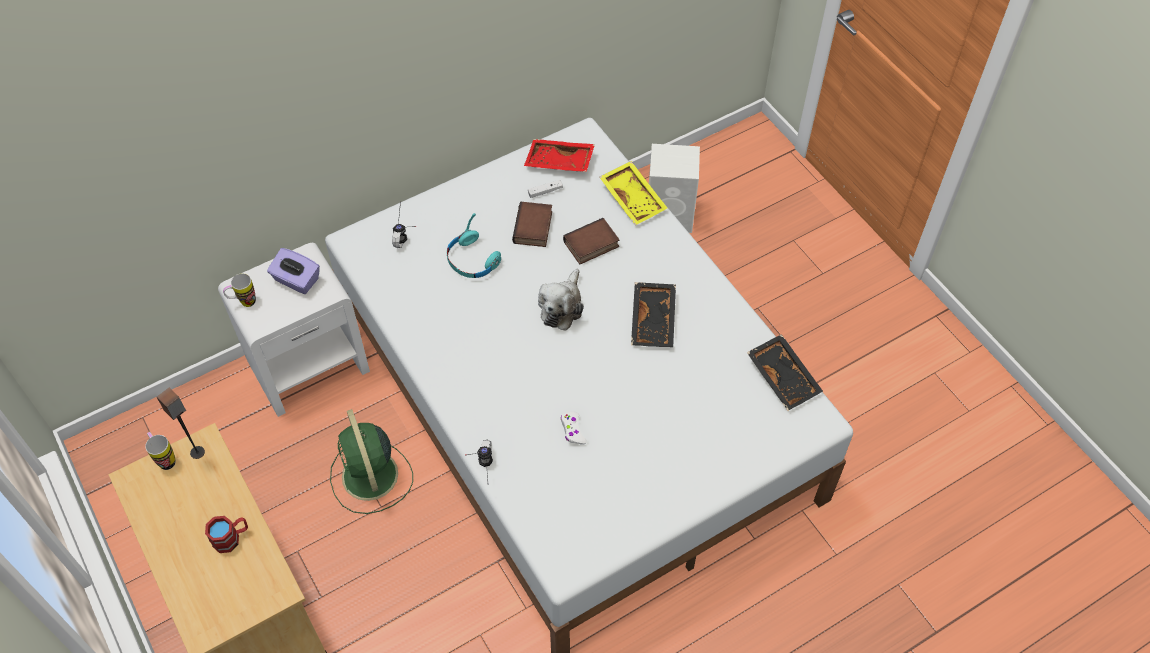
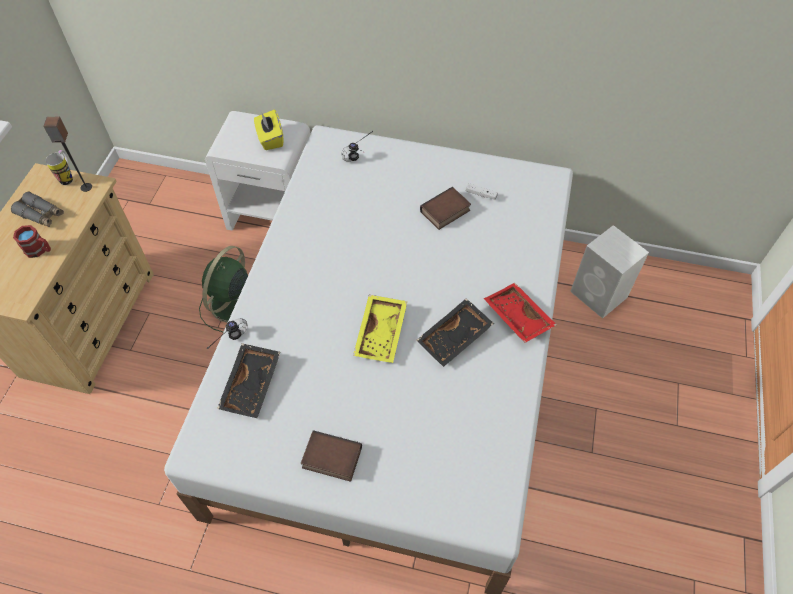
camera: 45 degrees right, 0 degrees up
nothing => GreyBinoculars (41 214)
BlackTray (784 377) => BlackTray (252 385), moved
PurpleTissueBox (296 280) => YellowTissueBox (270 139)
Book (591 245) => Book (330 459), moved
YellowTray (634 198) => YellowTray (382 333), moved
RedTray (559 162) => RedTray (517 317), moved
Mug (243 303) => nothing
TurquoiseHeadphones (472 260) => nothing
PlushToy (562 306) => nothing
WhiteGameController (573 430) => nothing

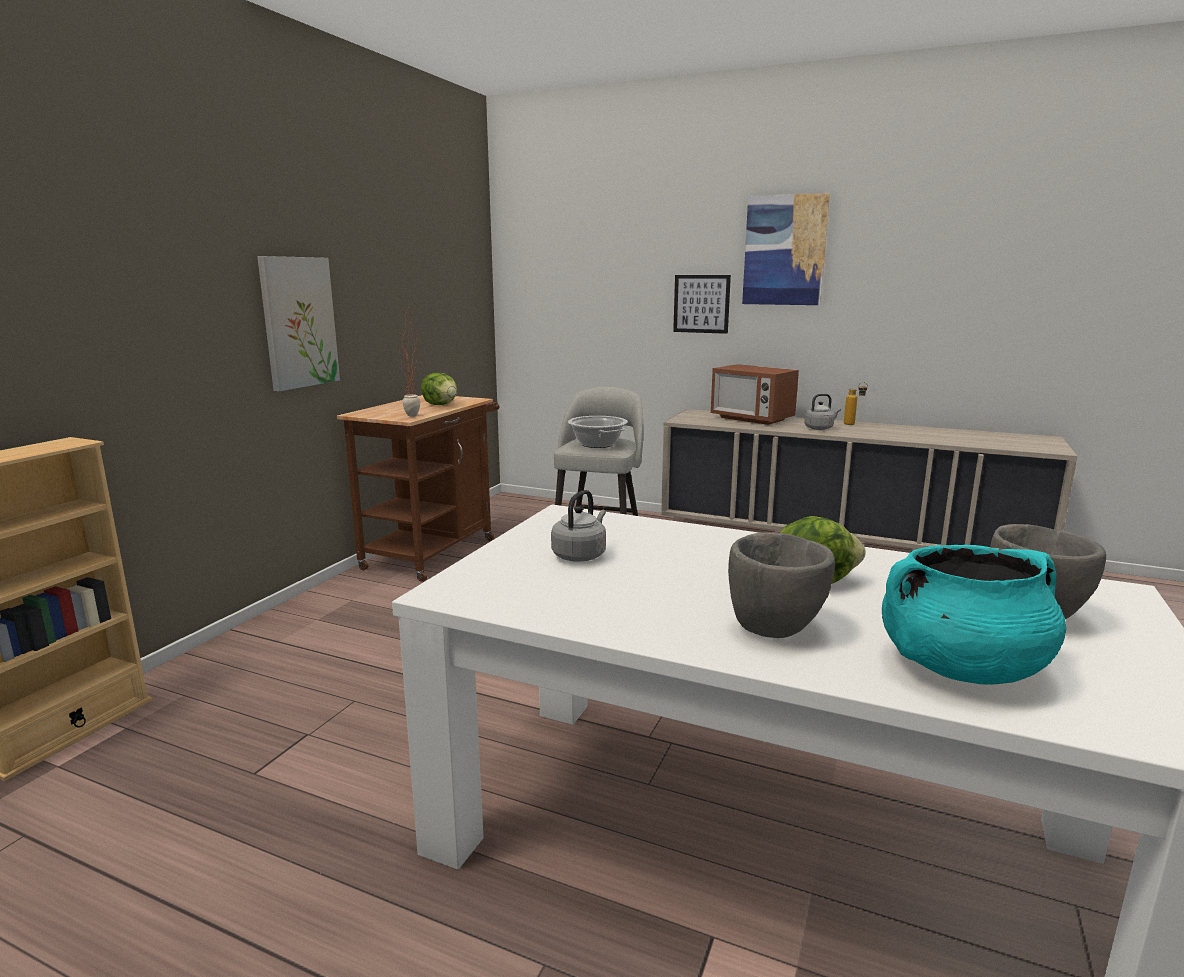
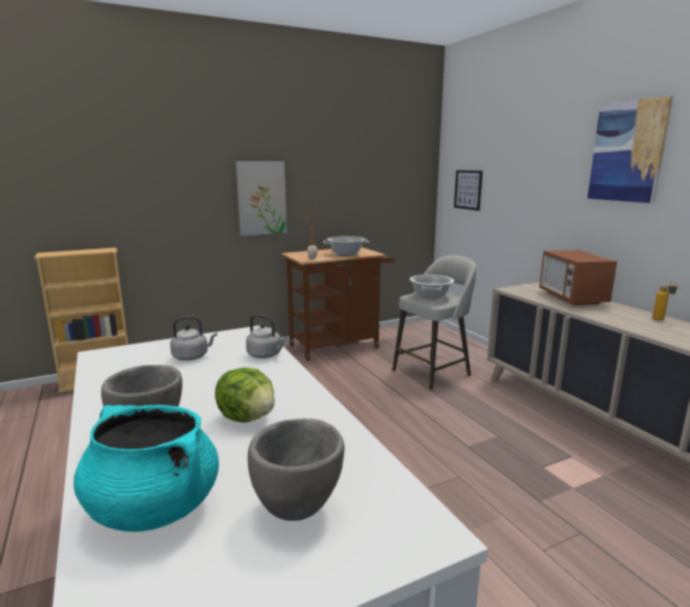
camera: 40 degrees right, 0 degrees up
GreyKettle (820 428) => GreyKettle (266 355), moved
Lettuce (441 404) => CookingPot (346 254)
Picture (701 304) => Picture (468 189), moved

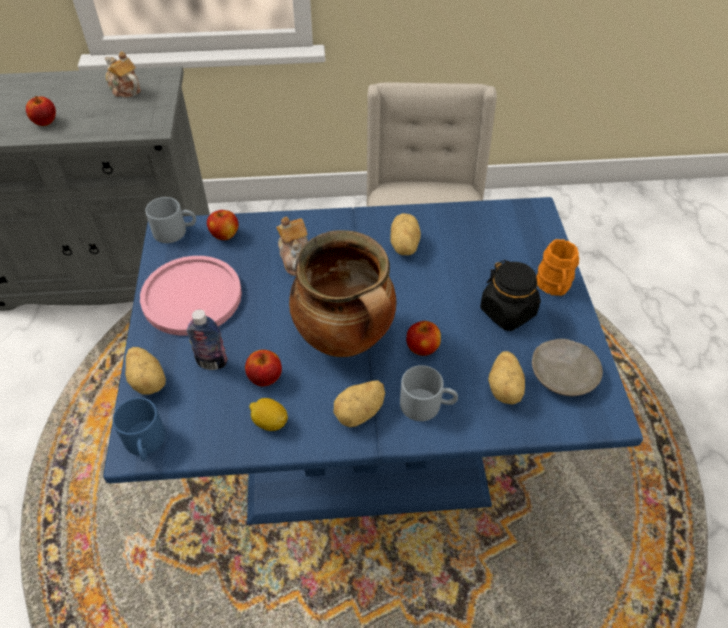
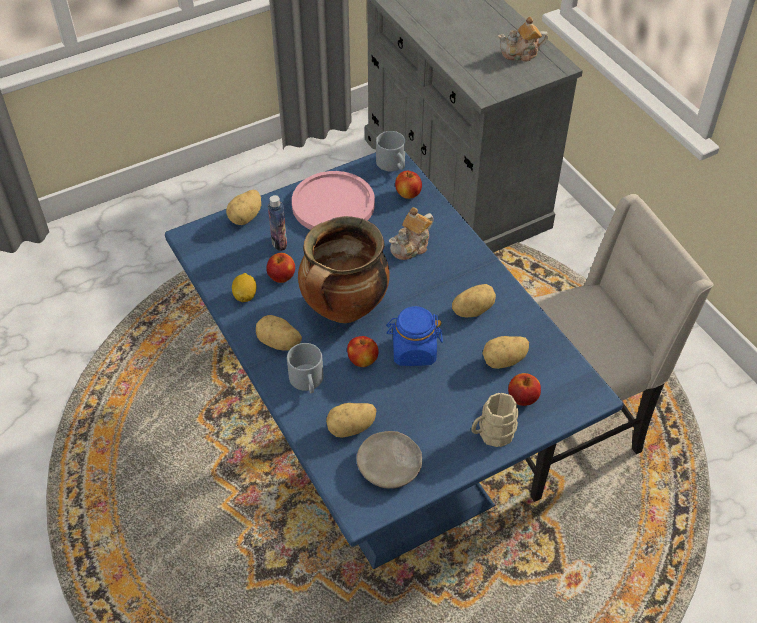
camera: 65 degrees right, 0 degrees up
nothing => BlueJar (413 351)
OrangeMug (553 286) => BeigeMug (492 434)
nothing => Potato (504 361)
Teapot (124 89) => Teapot (521 54), 120 degrees counterclockwise
Apple (45 122) => Apple (522 398), moved
BlueMug (146 443) => nothing
BlackJar (508 312) => nothing

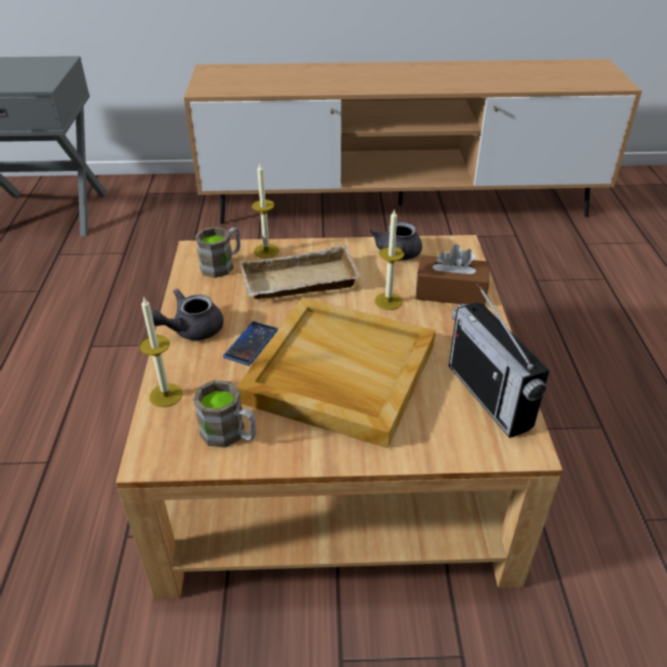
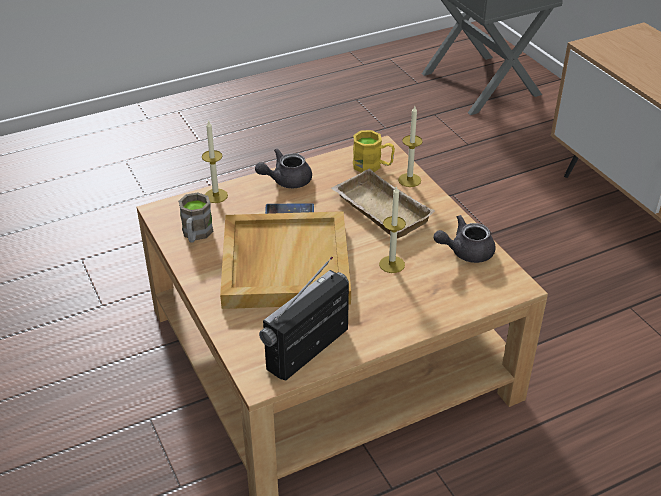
camera: 65 degrees right, 0 degrees up
GreyTeapot (190 329) => GreyTeapot (286 181), 60 degrees counterclockwise
BrownMug (222 264) => YellowMug (372 166)
BrownTissueBox (450 292) => nothing

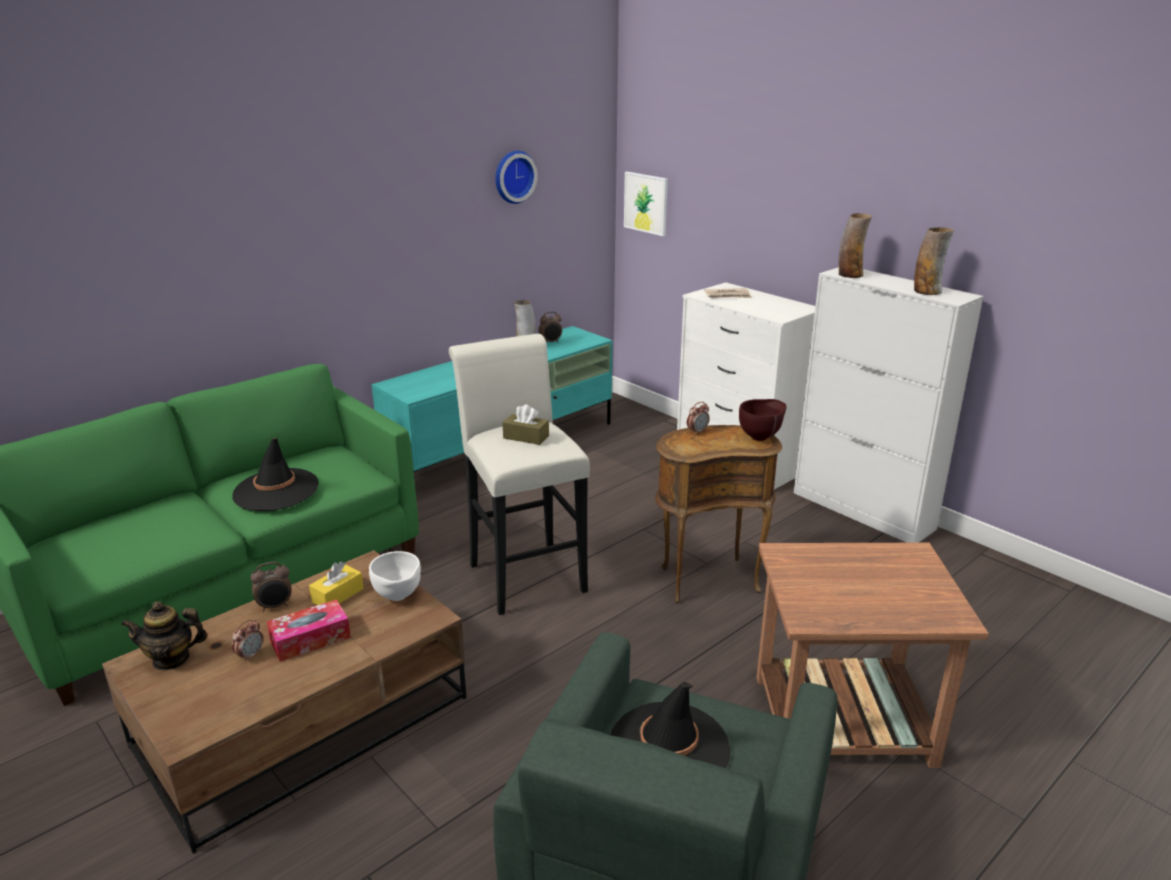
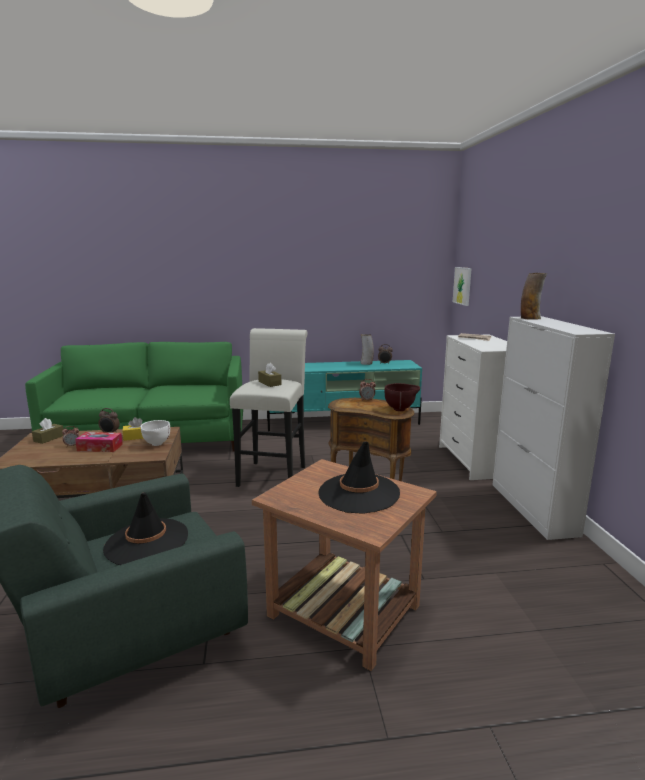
camera: 35 degrees right, 10 degrees down
Teapot (171 659) => BrownTissueBox (49 438)
BlackHat (276 490) => BlackHat (358 493), moved
WallClock (513 176) => nothing
Vase (927 291) => nothing

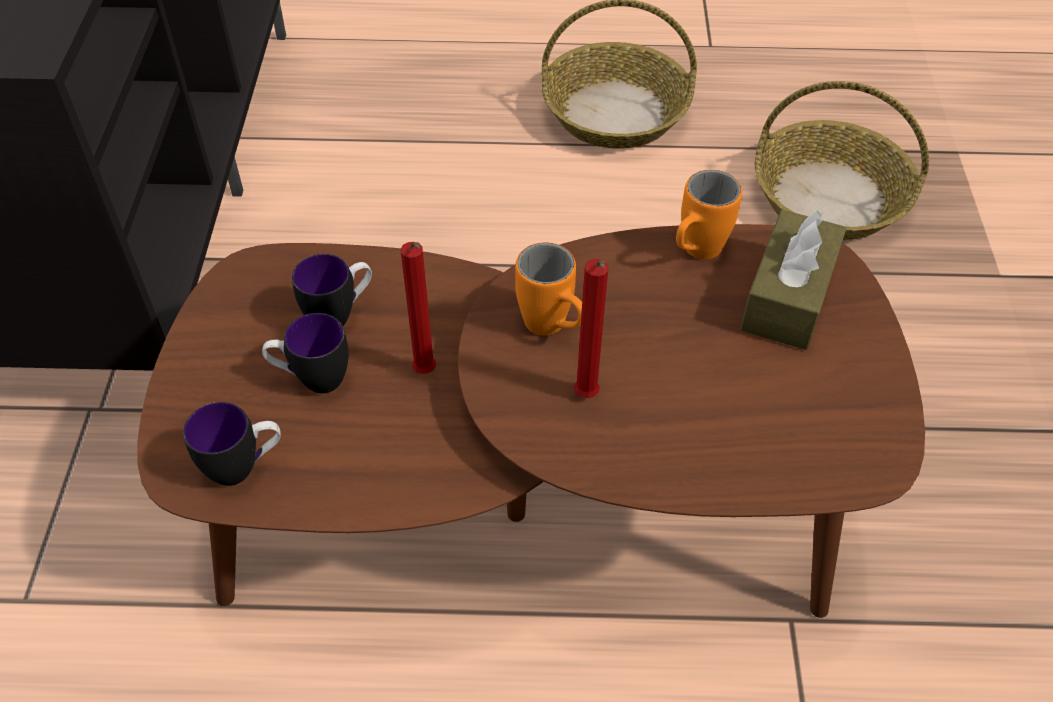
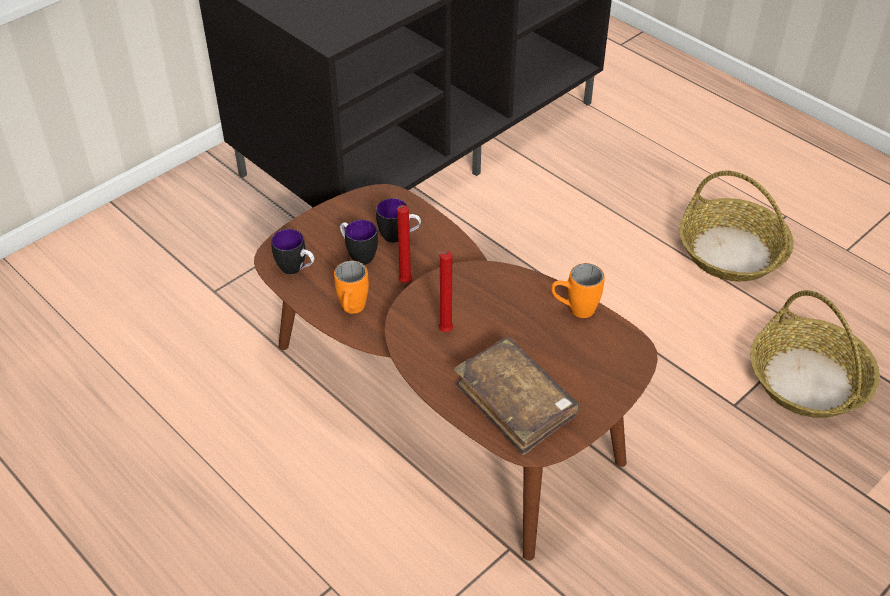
camera: 45 degrees right, 5 degrees down
OrangeMug (553 329) => OrangeMug (352 311), moved
nothing => BrownBook (515 403)
BrownTissueBox (788 296) => nothing

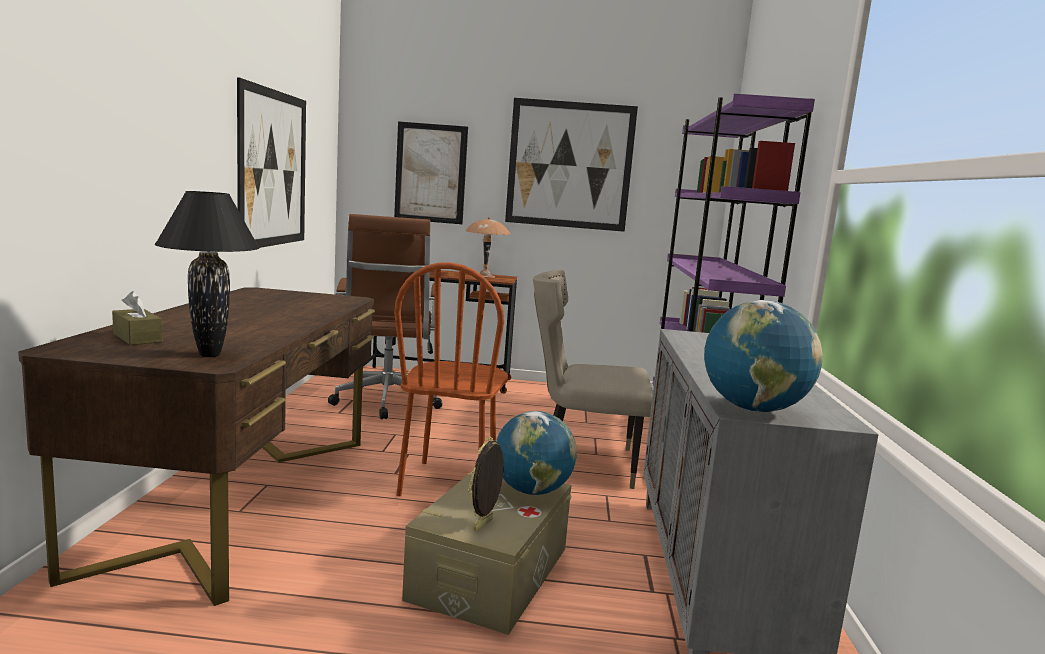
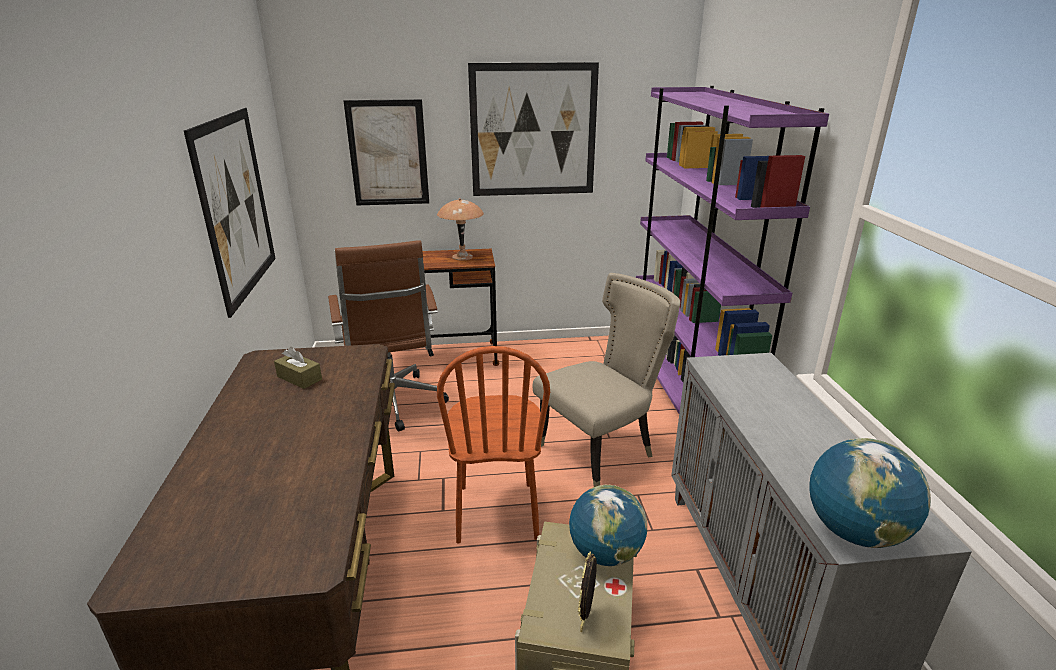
camera: 10 degrees left, 15 degrees up
BrownTissueBox (137 338) => BrownTissueBox (299 378), moved
BeigeChair (582 462) => BeigeChair (601 452), 150 degrees clockwise
BlackTableLamp (210 355) => nothing

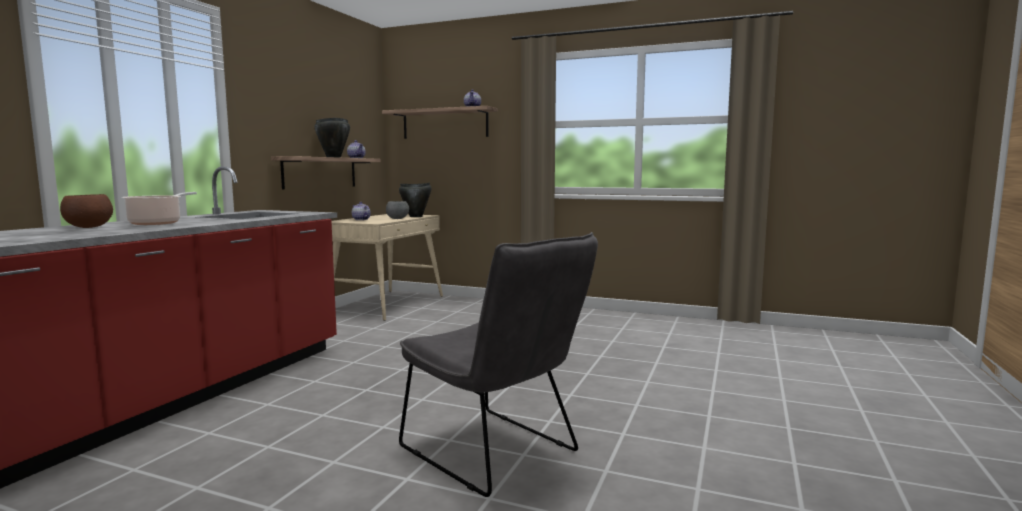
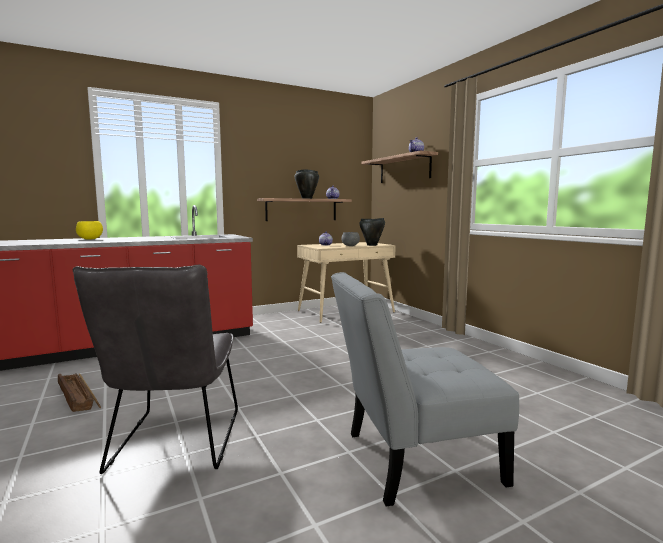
camera: 40 degrees right, 0 degrees up
nothing => Crate (78 397)
BrownBowl (89 227) => YellowBowl (90 239)
nothing => GreyChair (413 459)
CookingPot (157 223) => nothing

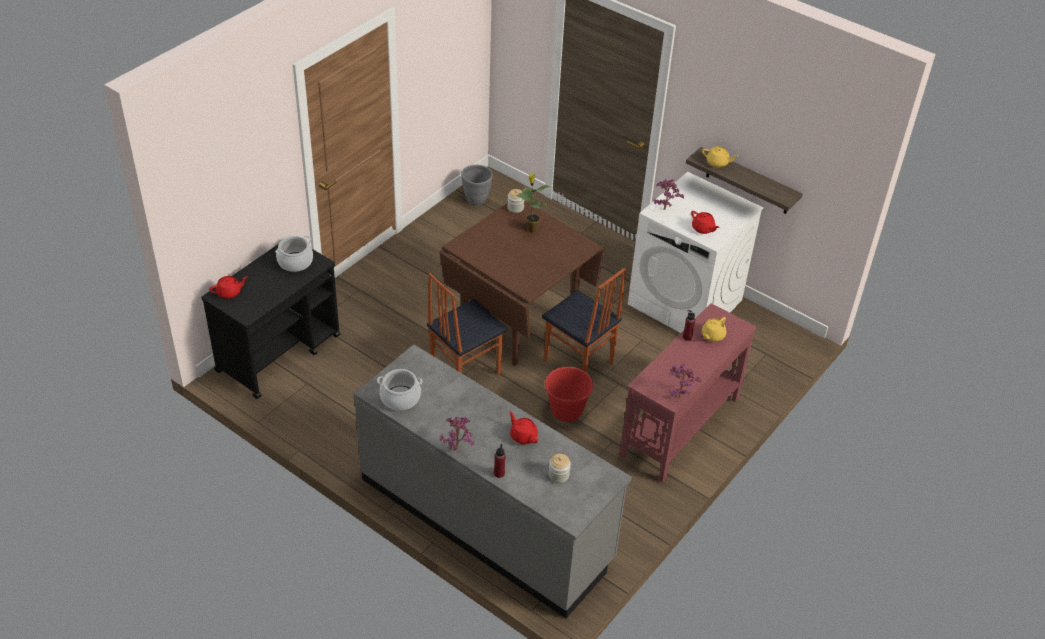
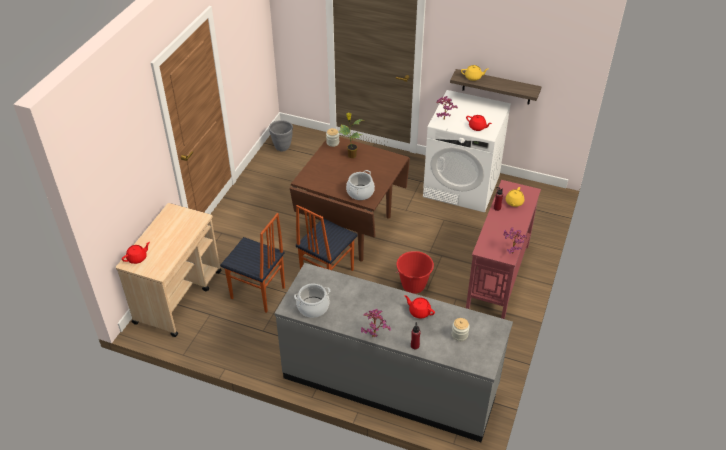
camera: 15 degrees left, 0 degrees up
BlackCart (279 353) => BeigeCart (179 296)
Chair (578 363) => Chair (258 294), moved
CookingPot (295 262) => CookingPot (360 192), moved

